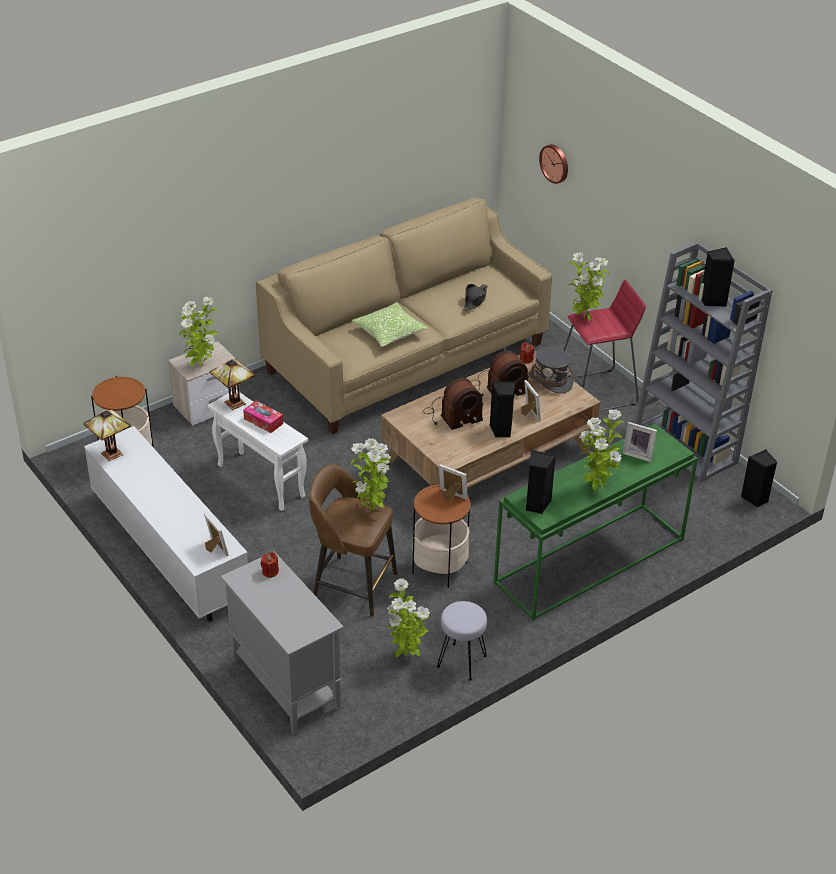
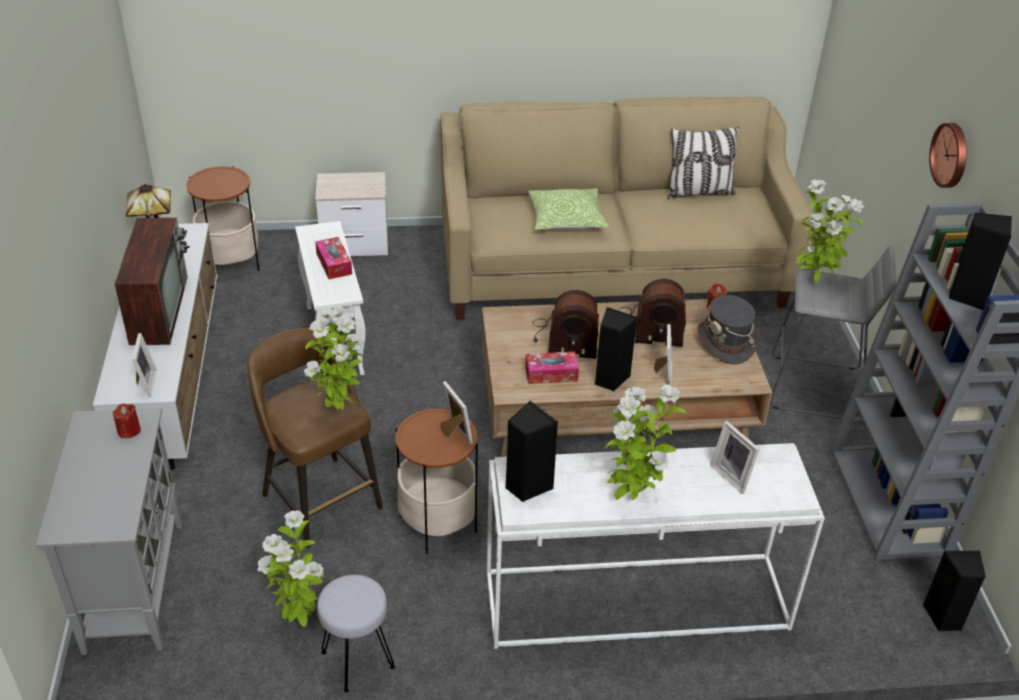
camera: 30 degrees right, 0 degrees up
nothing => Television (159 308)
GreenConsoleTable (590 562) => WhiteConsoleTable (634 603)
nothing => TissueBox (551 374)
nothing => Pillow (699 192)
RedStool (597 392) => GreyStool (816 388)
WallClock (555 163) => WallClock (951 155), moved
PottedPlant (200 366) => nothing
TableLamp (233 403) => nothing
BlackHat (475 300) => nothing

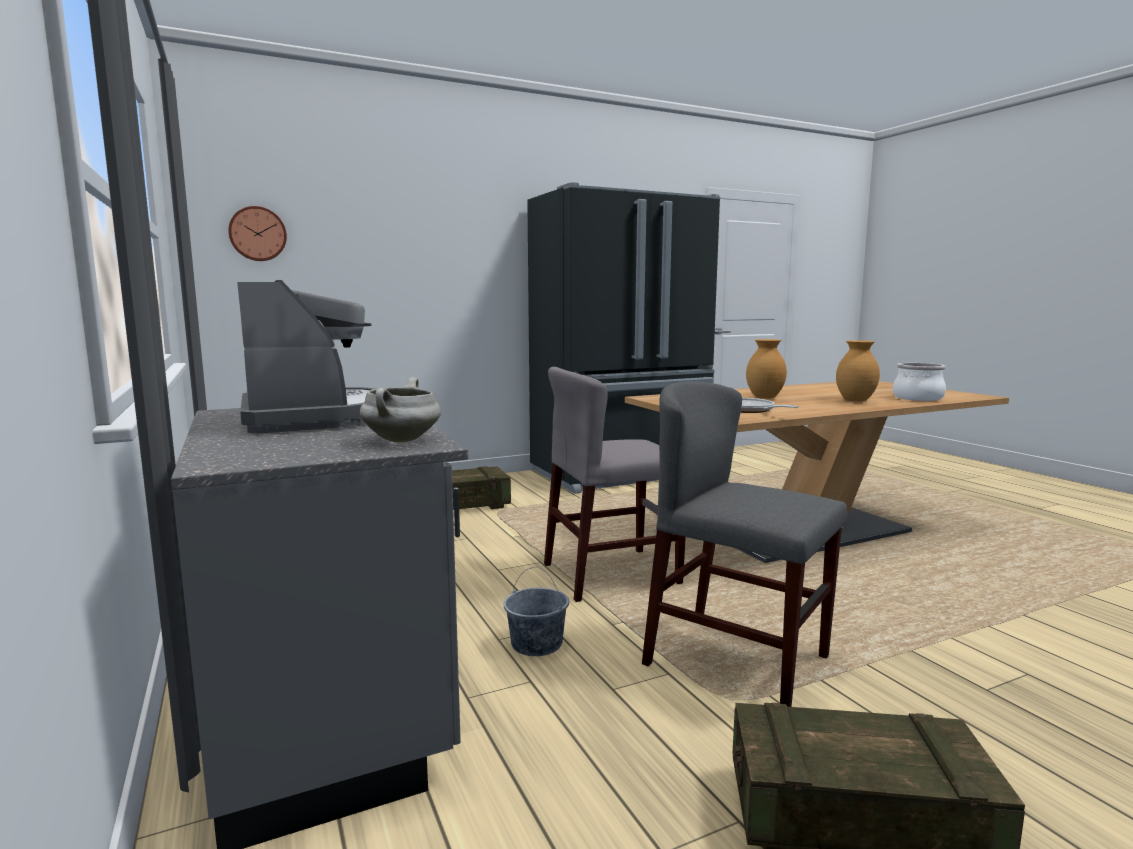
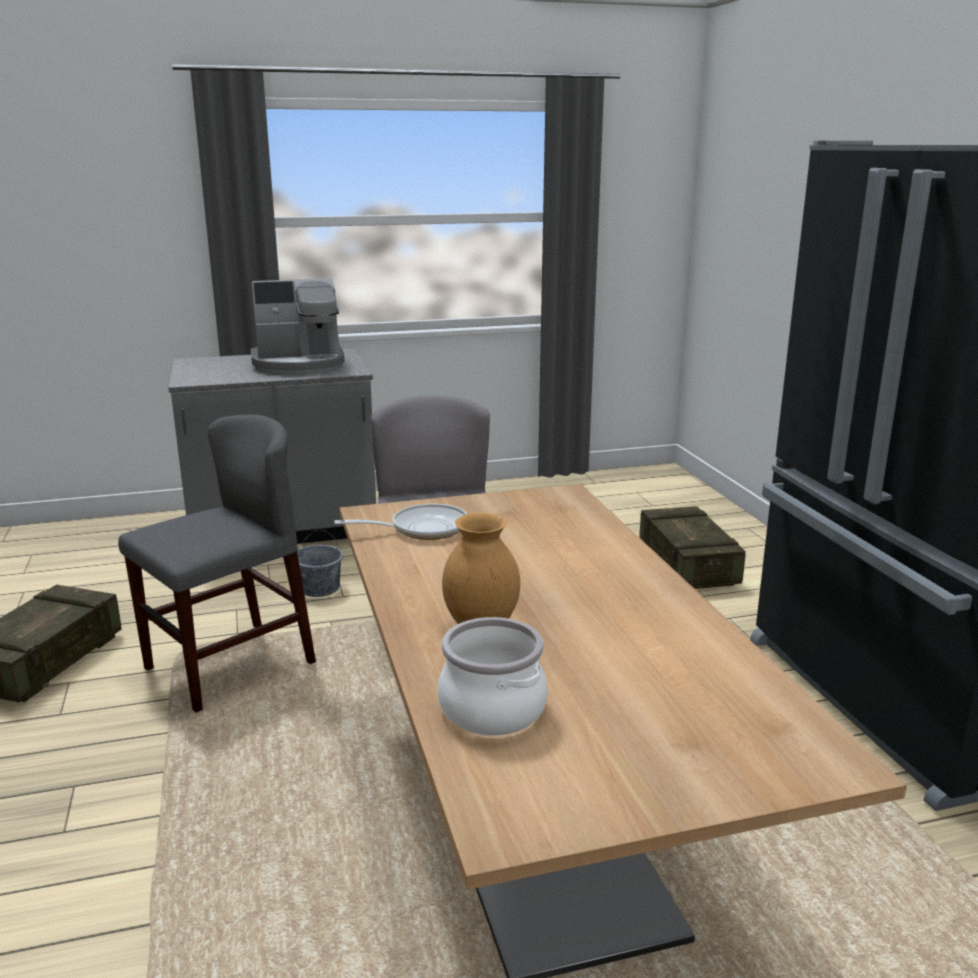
camera: 100 degrees right, 10 degrees up
WallClock (257 234) => nothing
WhiteCookingPot (402 440) => nothing
BrownVase (764 397) => nothing

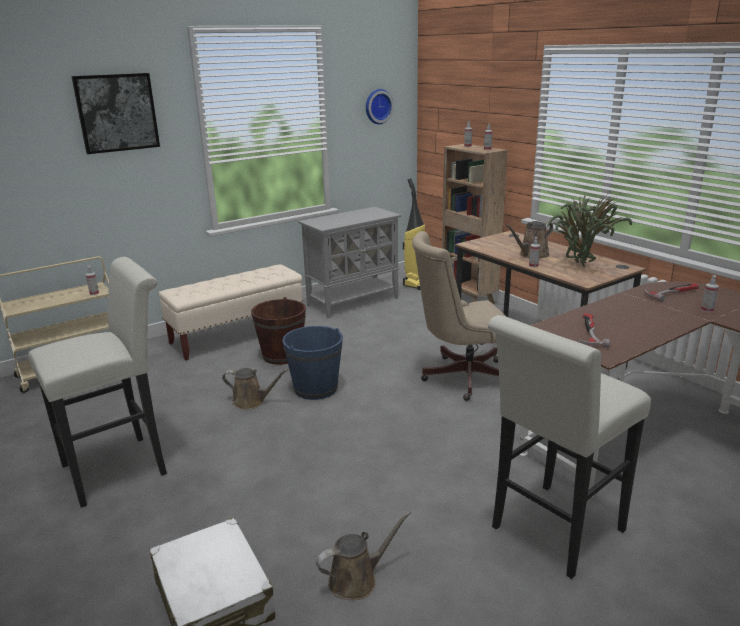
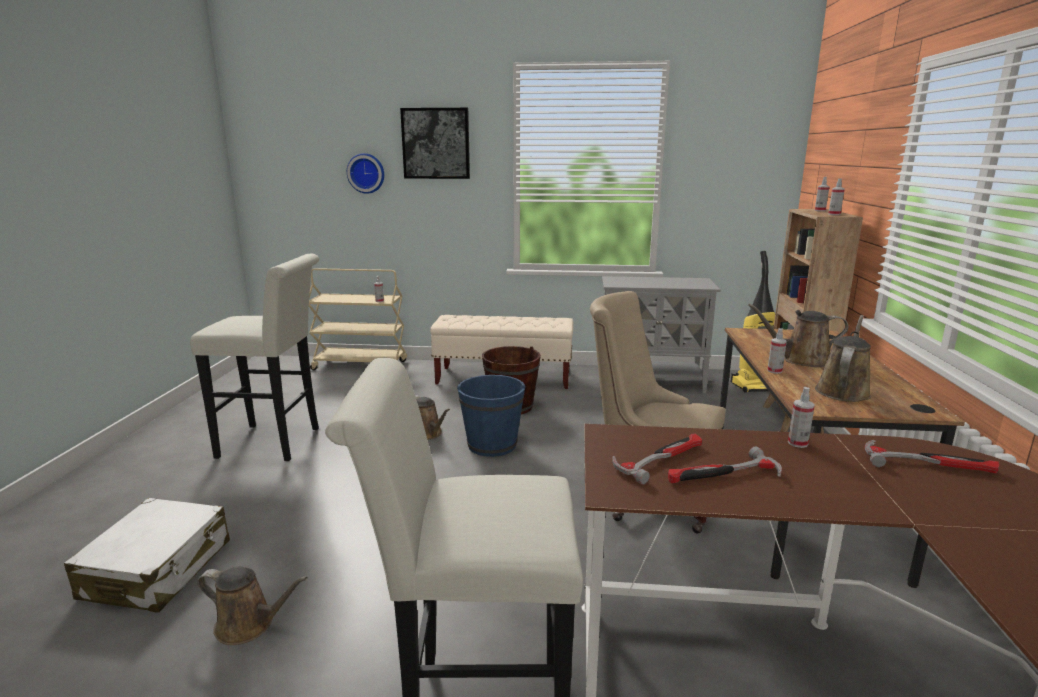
camera: 40 degrees right, 5 degrees down
WallClock (377 106) => WallClock (366 173), moved
nothing => Hammer (722 476)
SprayBottle (707 310) => SprayBottle (797 443), moved
PottedPlant (580 267) => BrownWateringCan (843 390)

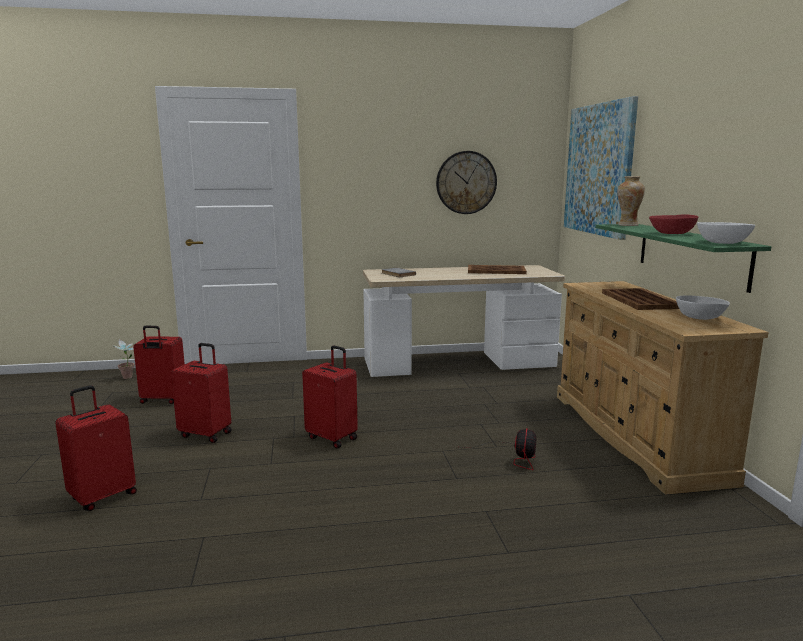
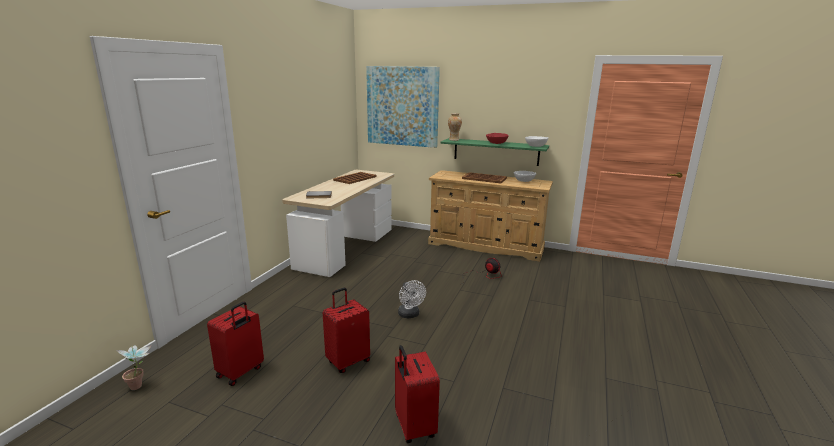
camera: 60 degrees left, 5 degrees up
RedSuitcase (332 438) => WhiteFan (410 315)
WallClock (466 182) => nothing

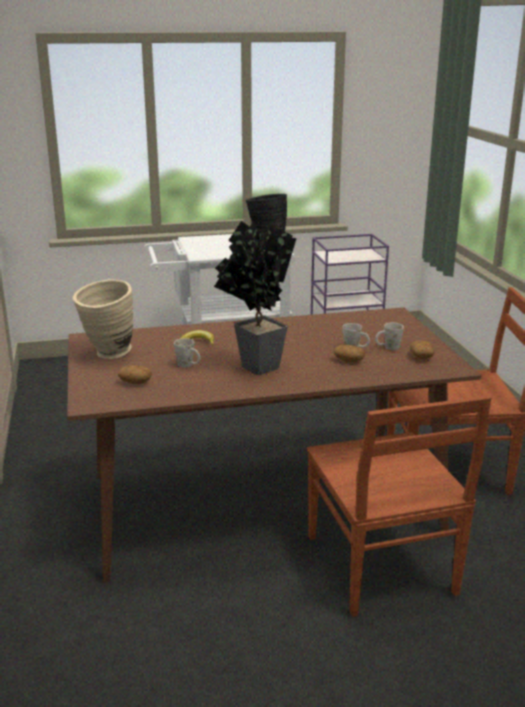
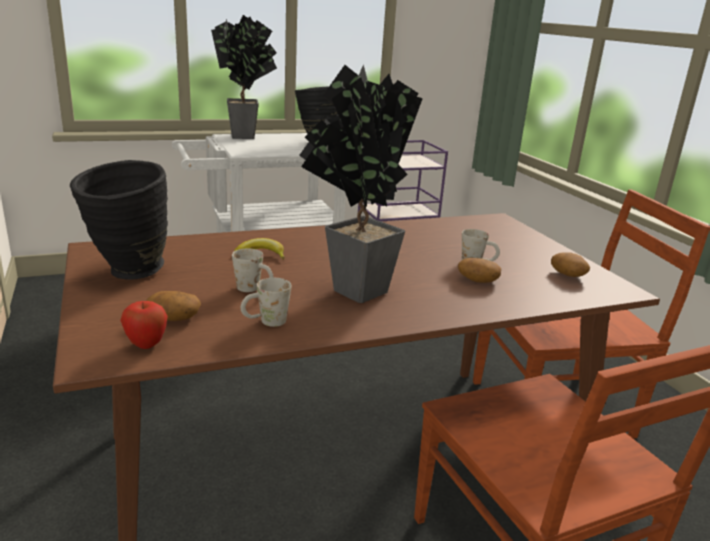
camera: 10 degrees left, 0 degrees up
BeigeVase (108 355) => BlackVase (128 274)
nothing => Apple (146 345)
nothing => PottedPlant (247 137)
WhiteMug (387 348) => WhiteMug (265 322), moved

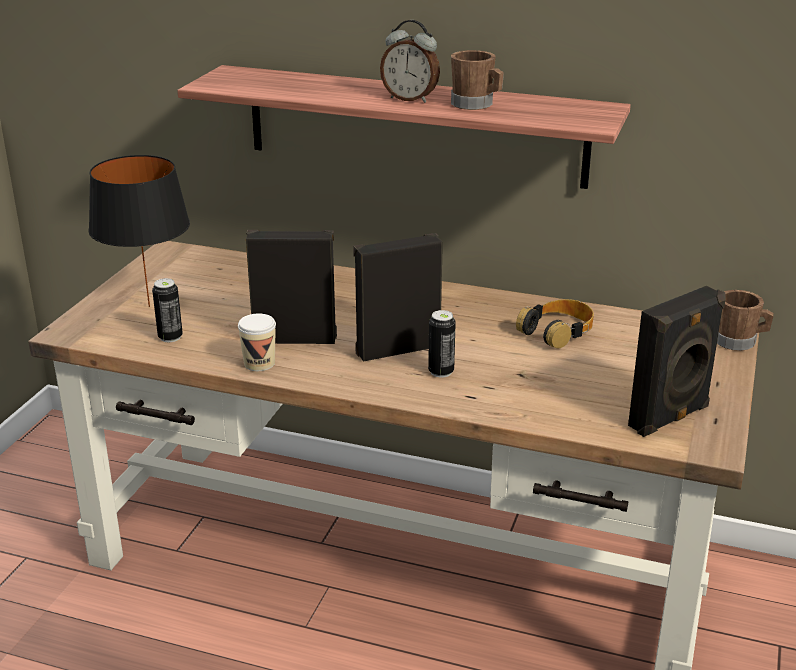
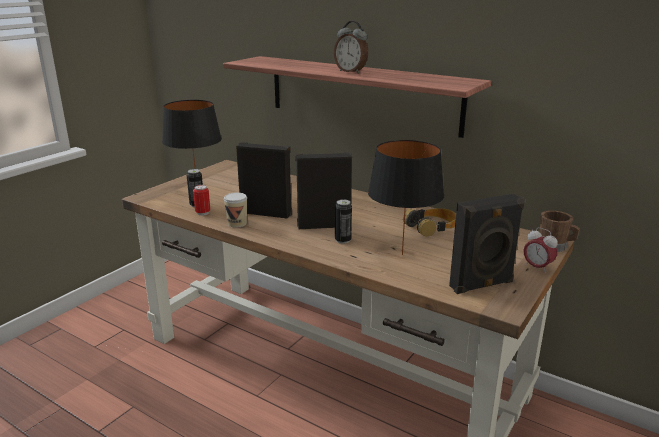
camera: 15 degrees right, 5 degrees down
nothing => Can (203 213)
nothing => BlackTableLamp (403 254)
nothing => AlarmClock (537 268)
BrownMug (476 105) => nothing

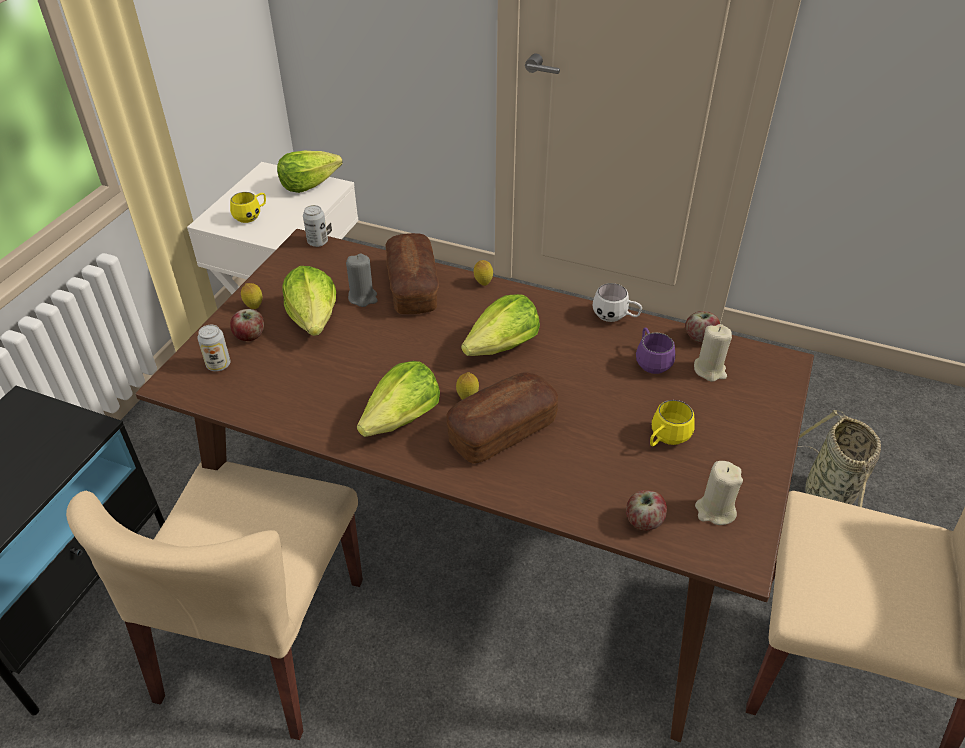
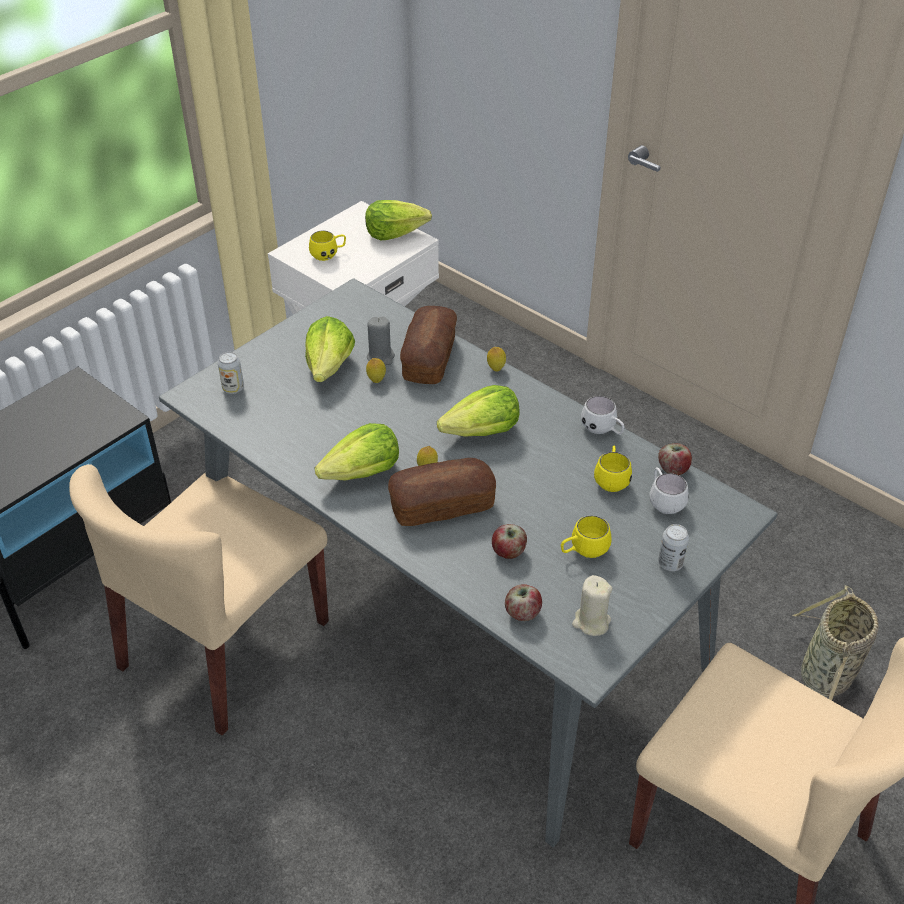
camera: 20 degrees right, 0 degrees up
BrownDiningTable (484 541) => GreyDiningTable (454 619)
Lemon (254 306) => Lemon (376 380), moved
Apple (250 336) => Apple (508 552), moved
PurpleMug (650 361) => YellowMug (611 479)
BeigeCandle (710 370) => WhiteMug (664 501)
Can (317 242) => Can (670 563), moved

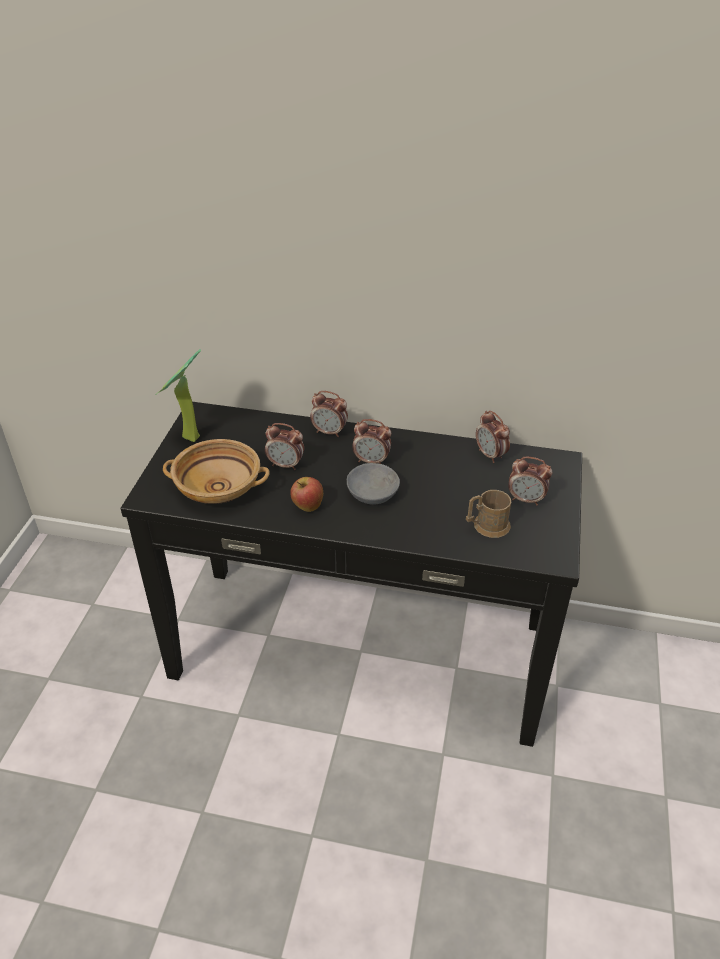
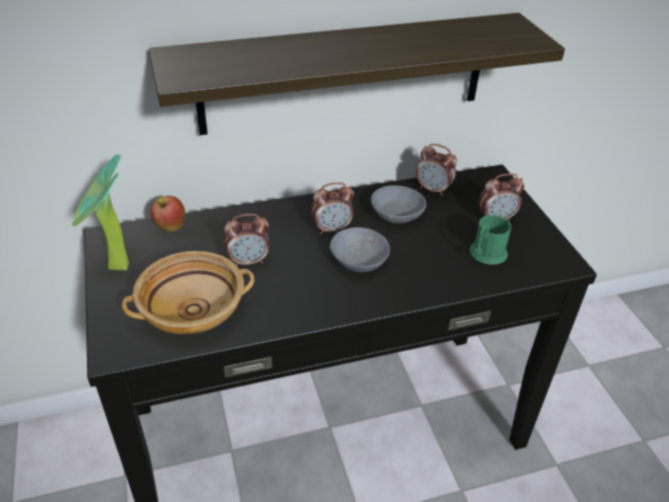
camera: 30 degrees left, 0 degrees up
nothing => Shelf (344 74)
Apple (307 506) => Apple (170 227), moved
nothing => GreyBowl (398 213)
BrownMug (486 526) => GreenMug (485 255)
AlarmClock (329 432) => nothing

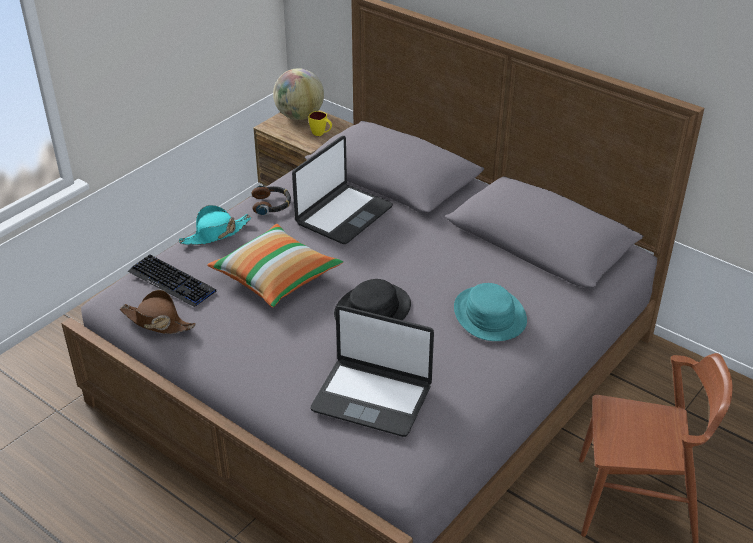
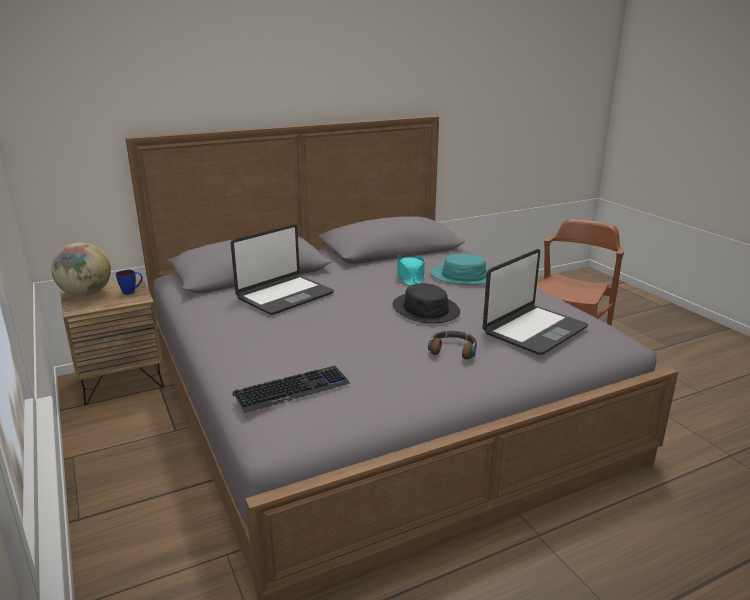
camera: 65 degrees left, 15 degrees down
YellowMug (321 134) => BlueMug (132 291)
Laptop (343 215) => Laptop (284 295), 75 degrees clockwise
TurquoiseHat (215 234) => TurquoiseHat (410 277), moved
Headphones (271 204) => Headphones (453 350), moved
BrownHat (157 322) => nothing
Pillow (276 277) => nothing

